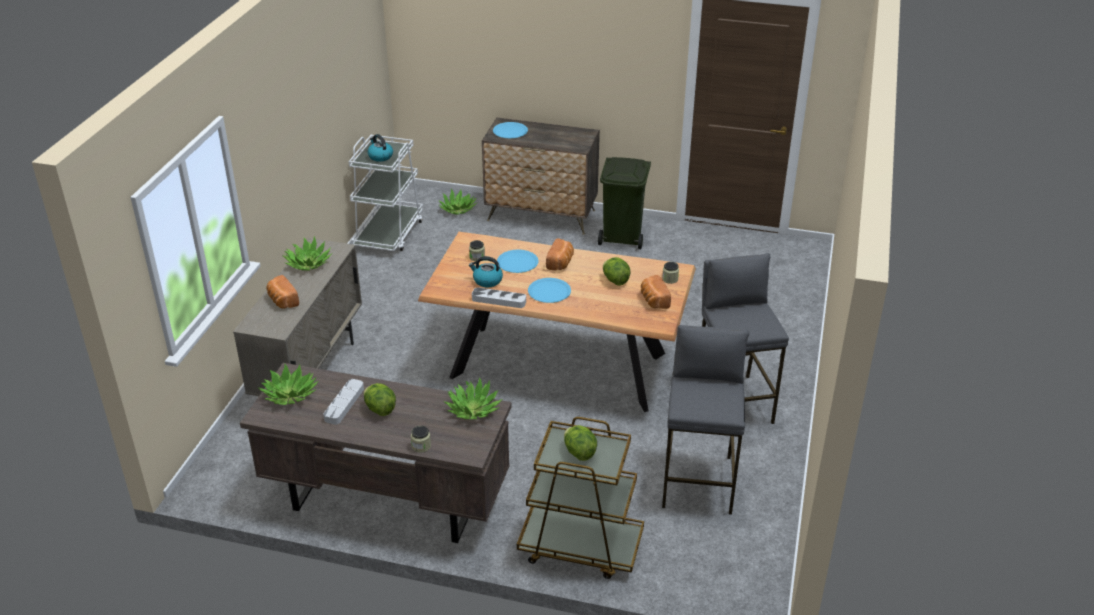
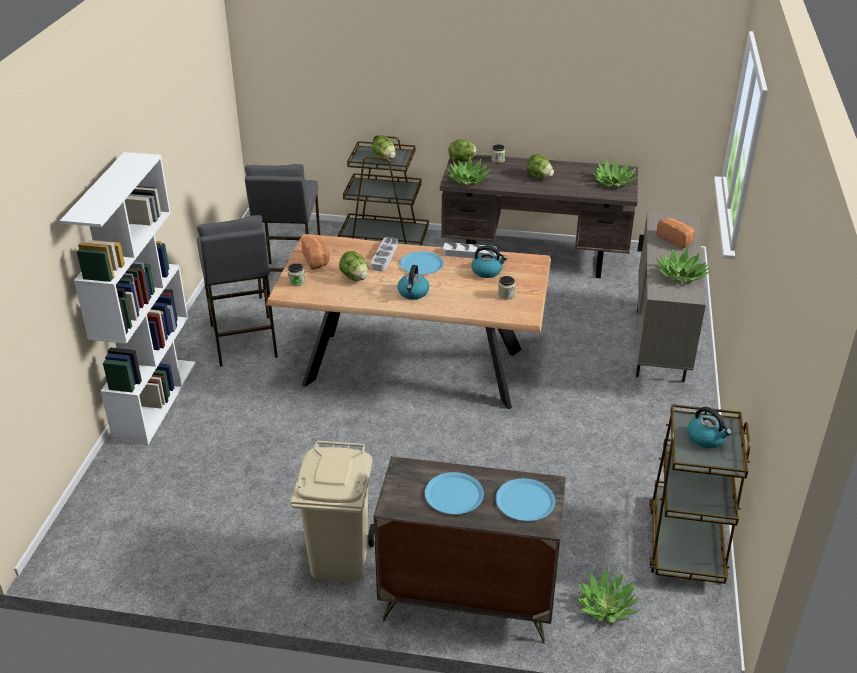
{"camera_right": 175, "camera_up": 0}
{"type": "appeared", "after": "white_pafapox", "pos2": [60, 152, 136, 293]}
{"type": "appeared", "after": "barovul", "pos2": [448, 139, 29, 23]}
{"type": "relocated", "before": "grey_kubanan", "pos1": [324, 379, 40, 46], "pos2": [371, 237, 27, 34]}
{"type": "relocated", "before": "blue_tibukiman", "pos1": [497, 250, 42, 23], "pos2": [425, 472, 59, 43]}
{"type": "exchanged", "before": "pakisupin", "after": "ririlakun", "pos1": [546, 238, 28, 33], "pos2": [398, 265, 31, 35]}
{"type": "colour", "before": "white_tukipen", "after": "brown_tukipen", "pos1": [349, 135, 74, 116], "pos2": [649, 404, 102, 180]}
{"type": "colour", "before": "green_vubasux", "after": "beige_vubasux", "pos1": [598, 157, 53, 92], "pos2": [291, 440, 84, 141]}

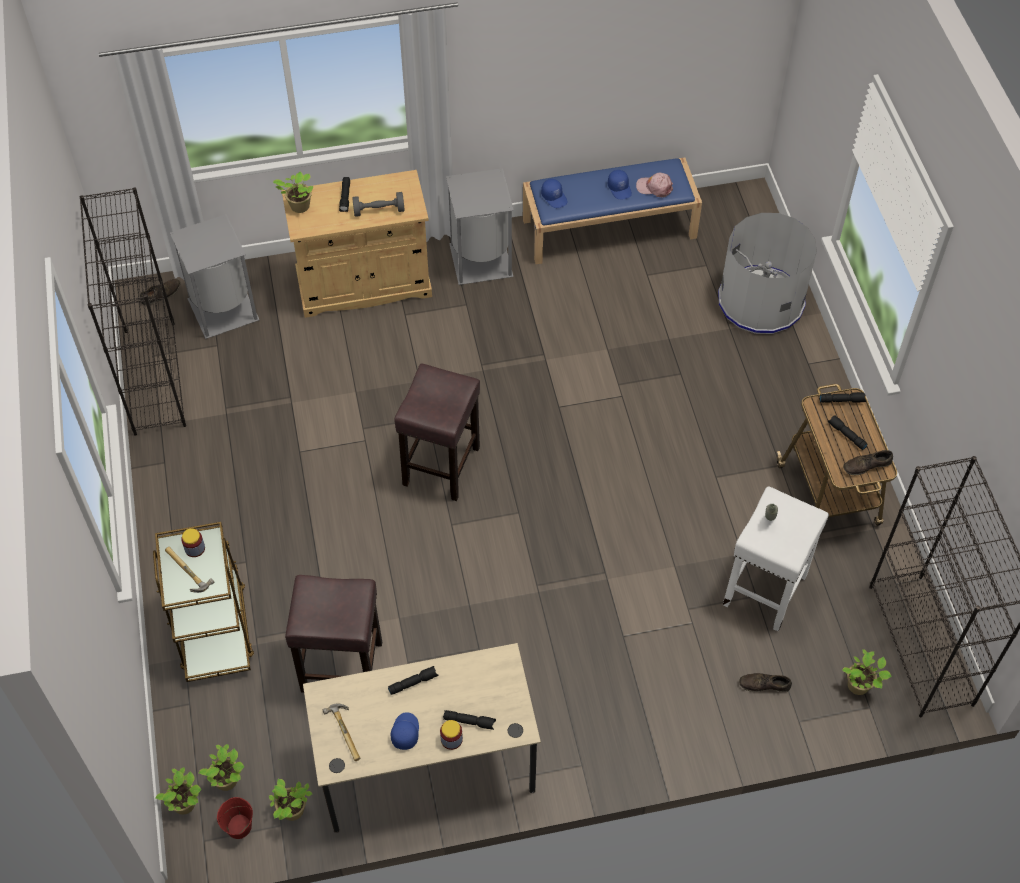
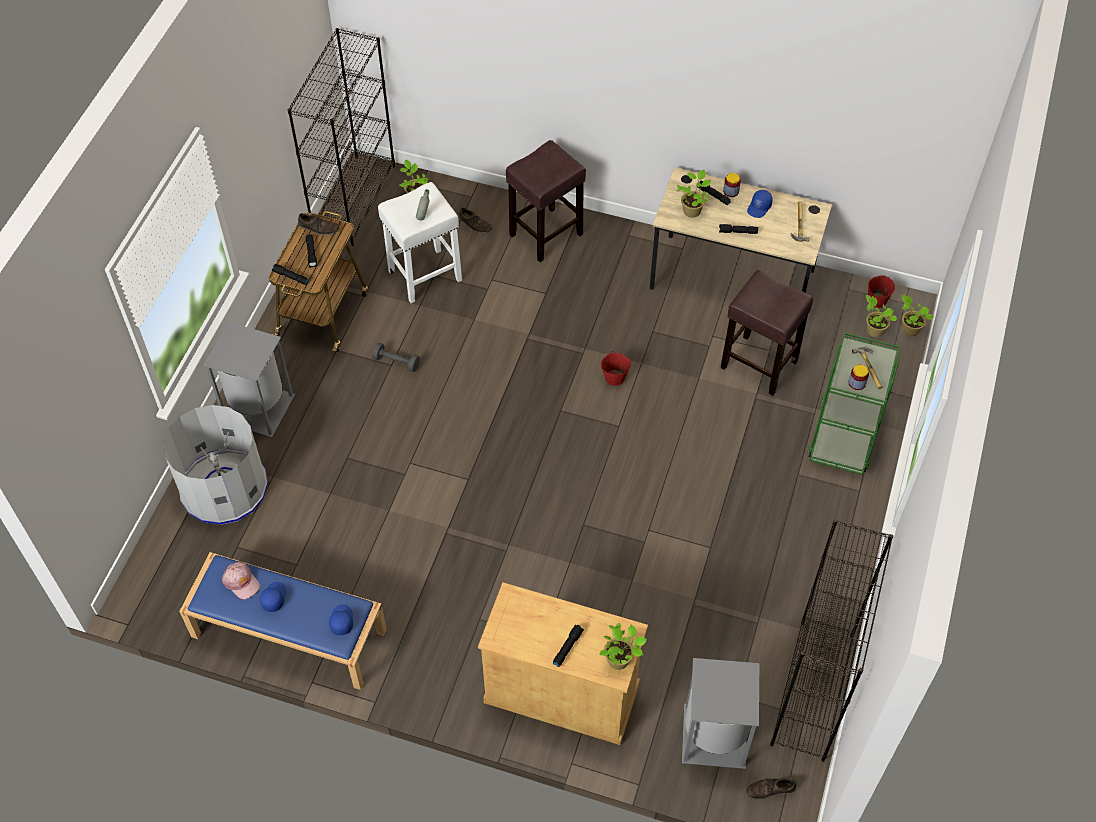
{"camera_right": -150, "camera_up": 0}
{"type": "appeared", "after": "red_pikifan", "pos2": [601, 352, 30, 34]}
{"type": "relocated", "before": "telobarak", "pos1": [269, 779, 43, 42], "pos2": [676, 170, 35, 48]}
{"type": "relocated", "before": "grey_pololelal", "pos1": [352, 192, 53, 25], "pos2": [372, 343, 48, 29]}
{"type": "relocated", "before": "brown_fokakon", "pos1": [394, 364, 86, 137], "pos2": [506, 140, 80, 122]}
{"type": "relocated", "before": "grey_vubasux", "pos1": [446, 168, 68, 117], "pos2": [203, 322, 92, 115]}
{"type": "colour", "before": "brown_tukipen", "after": "green_tukipen", "pos1": [153, 522, 101, 160], "pos2": [808, 332, 92, 143]}

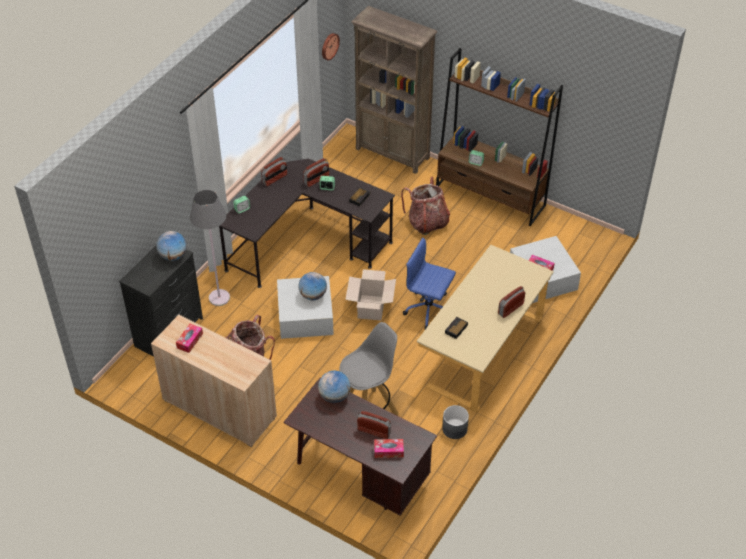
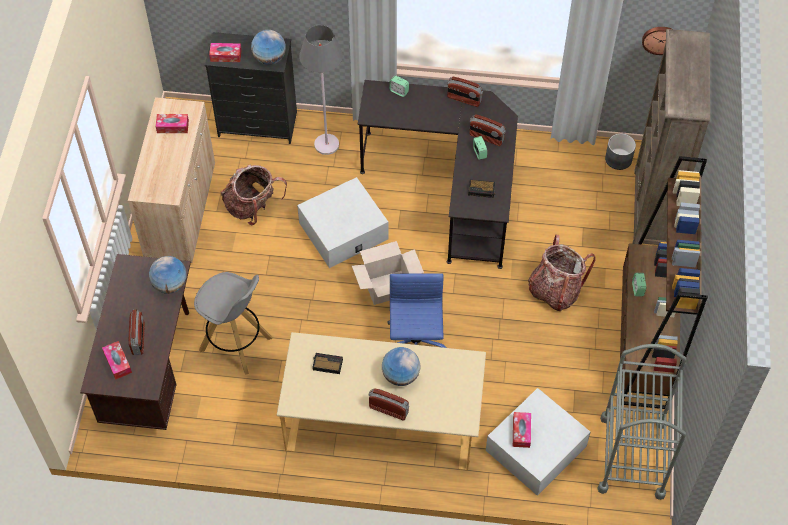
{"camera_right": 65, "camera_up": 10}
{"type": "appeared", "after": "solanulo", "pos2": [209, 43, 33, 19]}
{"type": "appeared", "after": "grey_tukipen", "pos2": [597, 344, 90, 156]}
{"type": "relocated", "before": "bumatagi", "pos1": [298, 272, 29, 28], "pos2": [382, 347, 38, 39]}
{"type": "relocated", "before": "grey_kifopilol", "pos1": [442, 405, 27, 34], "pos2": [605, 133, 31, 37]}

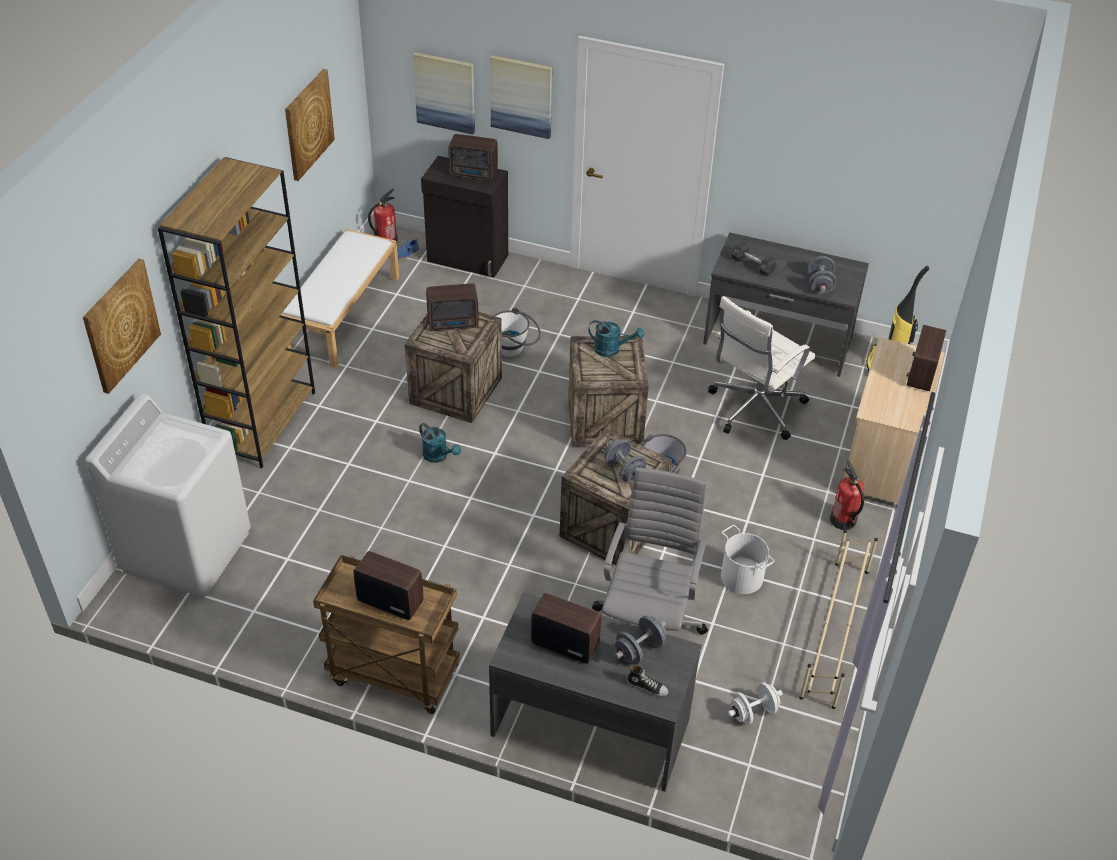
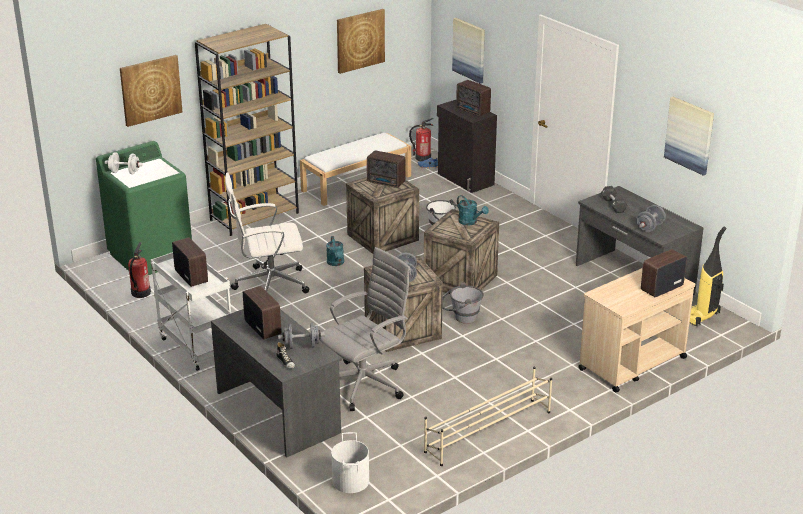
{"camera_right": 35, "camera_up": -15}
{"type": "relocated", "before": "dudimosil", "pos1": [490, 55, 62, 84], "pos2": [664, 97, 50, 79]}
{"type": "relocated", "before": "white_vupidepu", "pos1": [708, 296, 108, 144], "pos2": [225, 172, 84, 121]}
{"type": "relocated", "before": "white_pikifan", "pos1": [721, 525, 54, 69], "pos2": [331, 432, 38, 61]}
{"type": "relocated", "before": "white_pololelal", "pos1": [728, 682, 55, 43], "pos2": [105, 152, 38, 22]}
{"type": "relocated", "before": "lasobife", "pos1": [830, 459, 34, 71], "pos2": [128, 242, 23, 56]}
{"type": "colour", "before": "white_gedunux", "after": "green_gedunux", "pos1": [85, 393, 166, 204], "pos2": [96, 141, 96, 134]}
{"type": "colour", "before": "brown_tukipen", "after": "white_tukipen", "pos1": [313, 555, 147, 159], "pos2": [150, 252, 81, 119]}

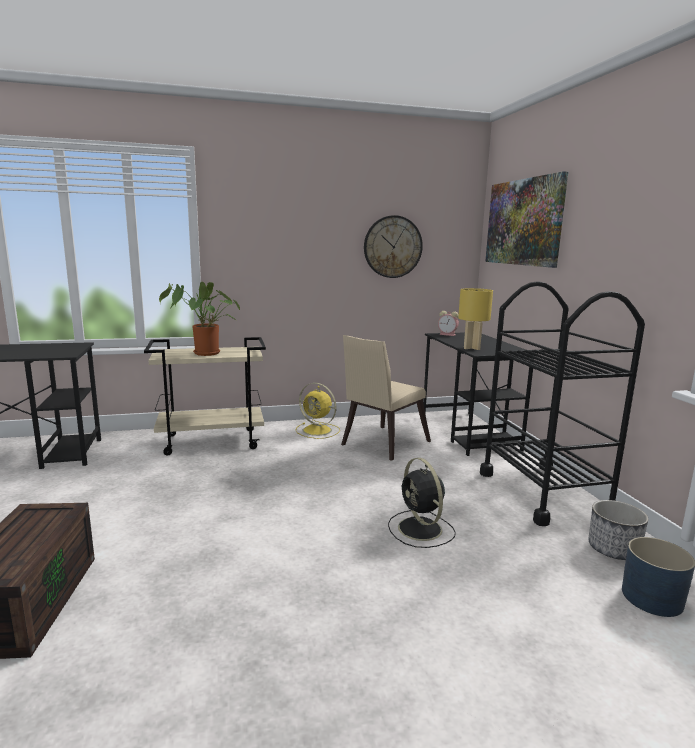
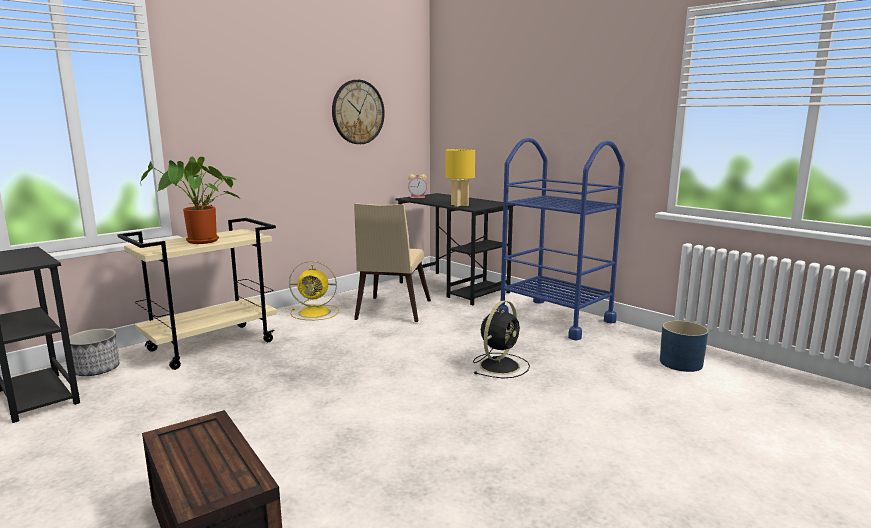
{"camera_right": -30, "camera_up": 0}
{"type": "missing", "before": "dudimosil", "pos1": [485, 171, 83, 97]}
{"type": "relocated", "before": "kifopilol", "pos1": [588, 500, 60, 60], "pos2": [69, 328, 50, 48]}
{"type": "colour", "before": "black_tukipen", "after": "blue_tukipen", "pos1": [480, 281, 165, 245], "pos2": [496, 138, 129, 203]}
{"type": "spun", "before": "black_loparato", "pos1": [388, 458, 67, 90], "pos2": [473, 301, 57, 77], "turn": -90}

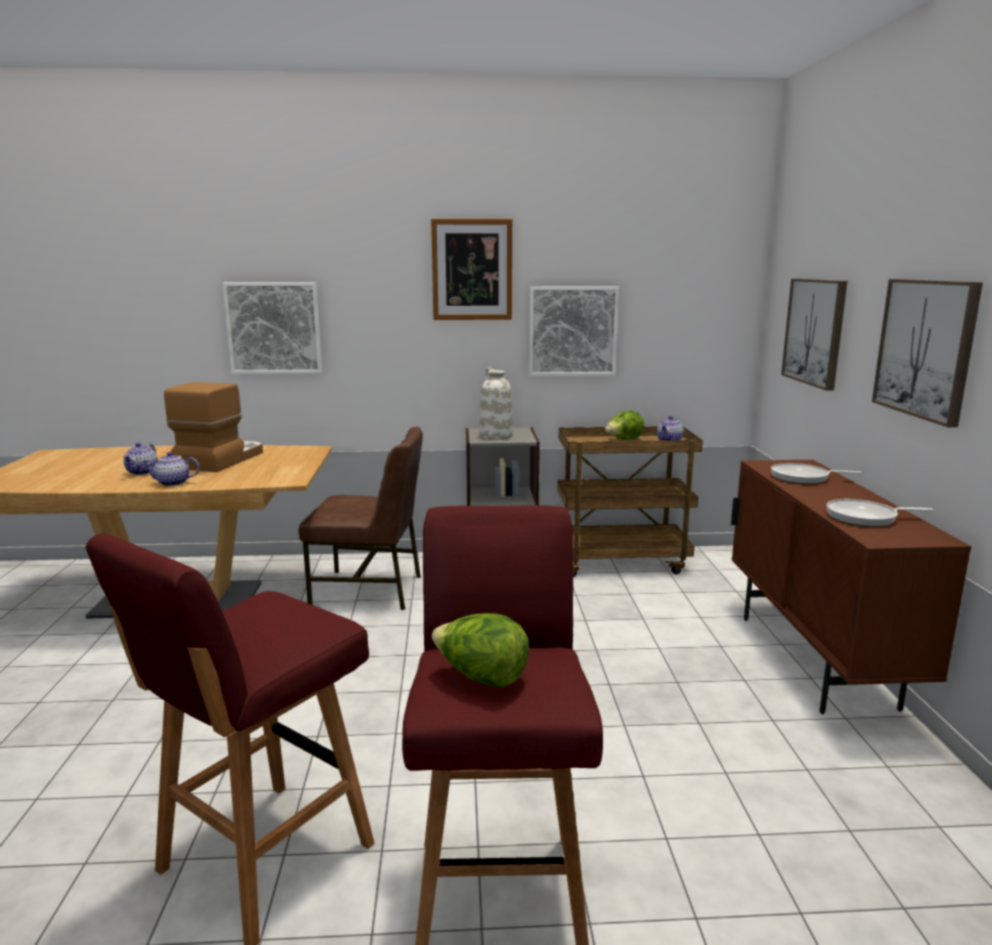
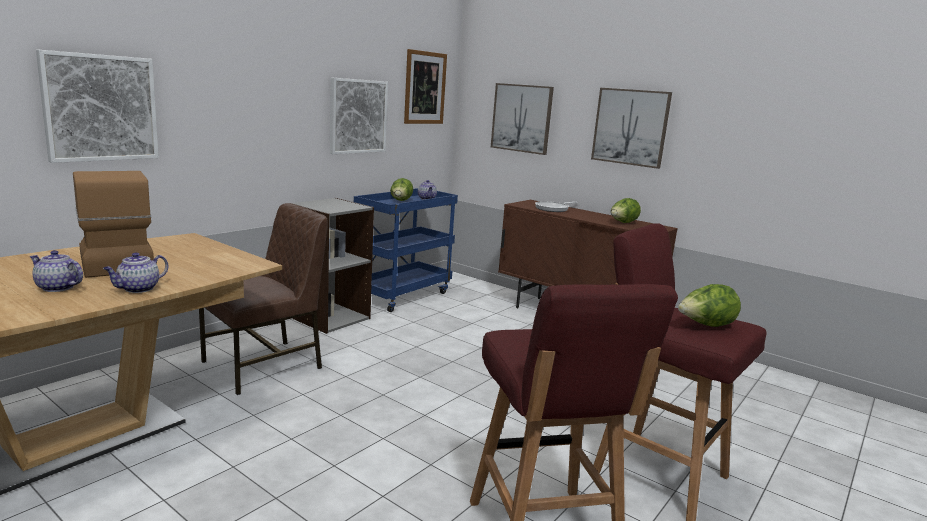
{"camera_right": -50, "camera_up": 0}
{"type": "missing", "before": "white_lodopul", "pos1": [480, 367, 33, 73]}
{"type": "relocated", "before": "dudimosil", "pos1": [431, 219, 81, 101], "pos2": [404, 49, 43, 75]}
{"type": "exchanged", "before": "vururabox", "after": "barovul", "pos1": [826, 499, 107, 28], "pos2": [611, 198, 30, 25]}
{"type": "colour", "before": "brown_tukipen", "after": "blue_tukipen", "pos1": [557, 426, 146, 151], "pos2": [354, 188, 104, 124]}
{"type": "spun", "before": "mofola", "pos1": [123, 443, 35, 32], "pos2": [29, 250, 54, 42], "turn": 150}

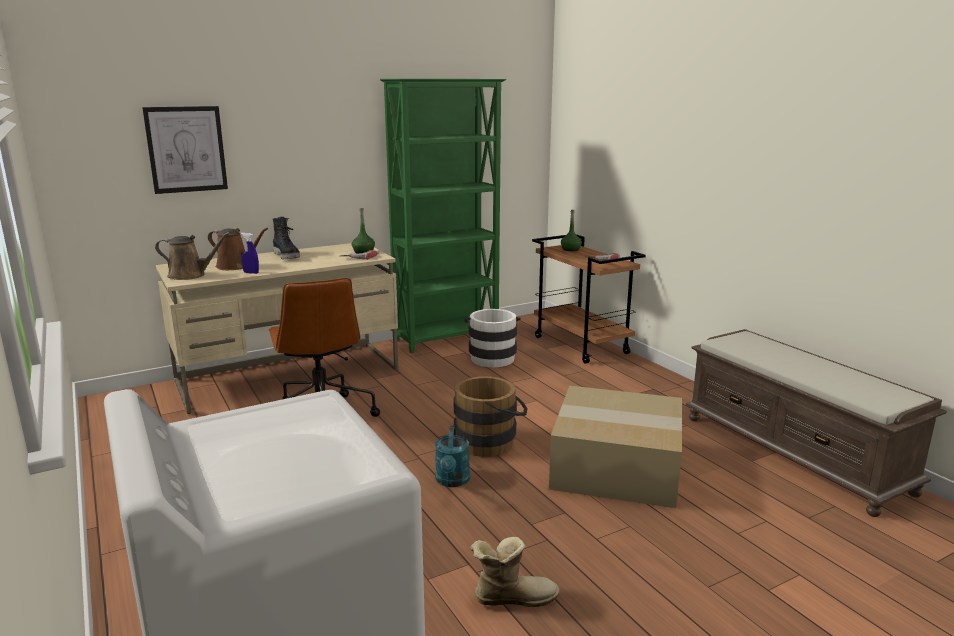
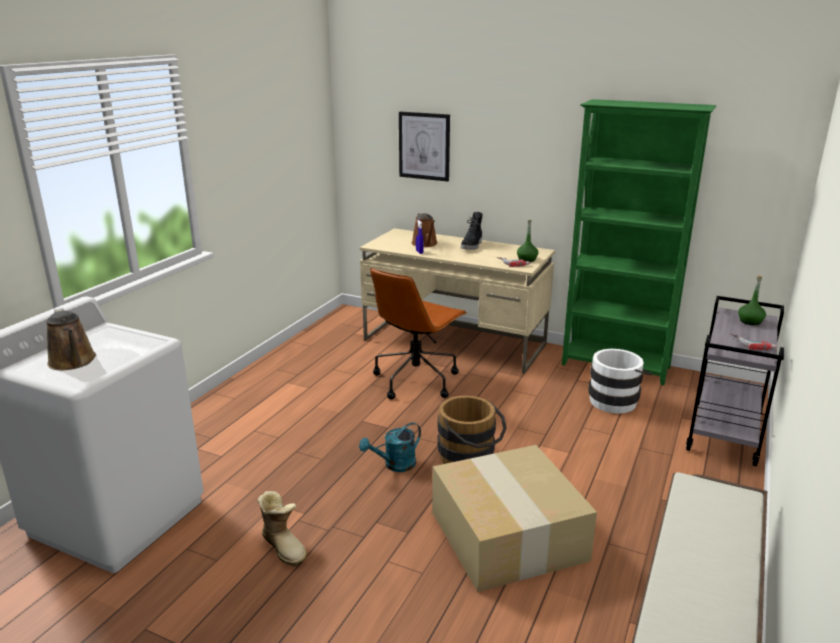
{"camera_right": 55, "camera_up": 5}
{"type": "relocated", "before": "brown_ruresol", "pos1": [155, 232, 75, 48], "pos2": [46, 308, 50, 62]}
{"type": "colour", "before": "brown_tukipen", "after": "grey_tukipen", "pos1": [532, 234, 114, 130], "pos2": [686, 296, 98, 170]}

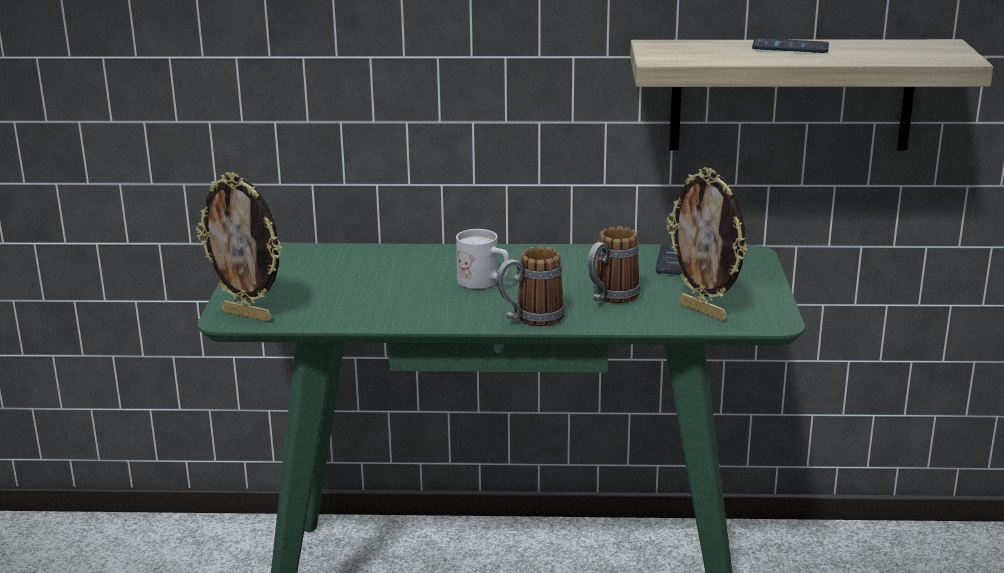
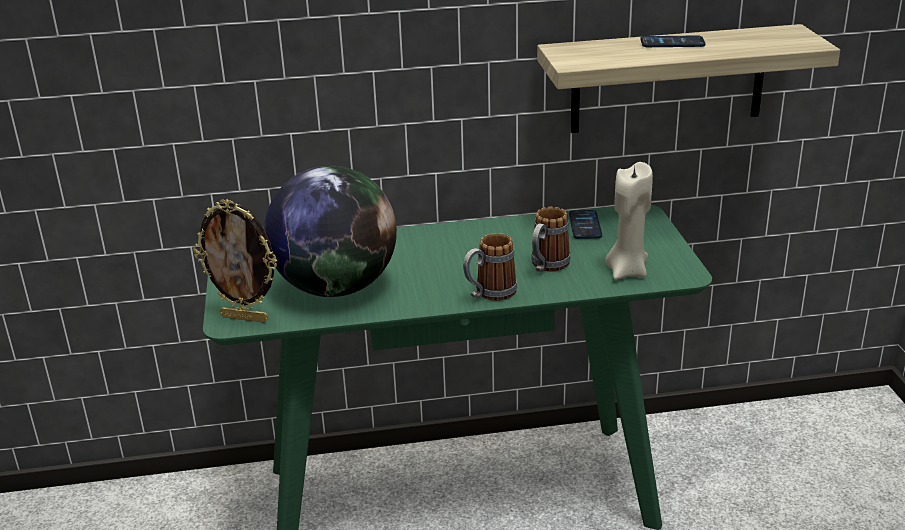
{"camera_right": -10, "camera_up": 5}
{"type": "missing", "before": "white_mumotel", "pos1": [456, 229, 54, 60]}
{"type": "appeared", "after": "bumatagi", "pos2": [264, 165, 133, 132]}
{"type": "exchanged", "before": "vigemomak", "after": "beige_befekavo", "pos1": [667, 167, 80, 154], "pos2": [605, 162, 48, 118]}

